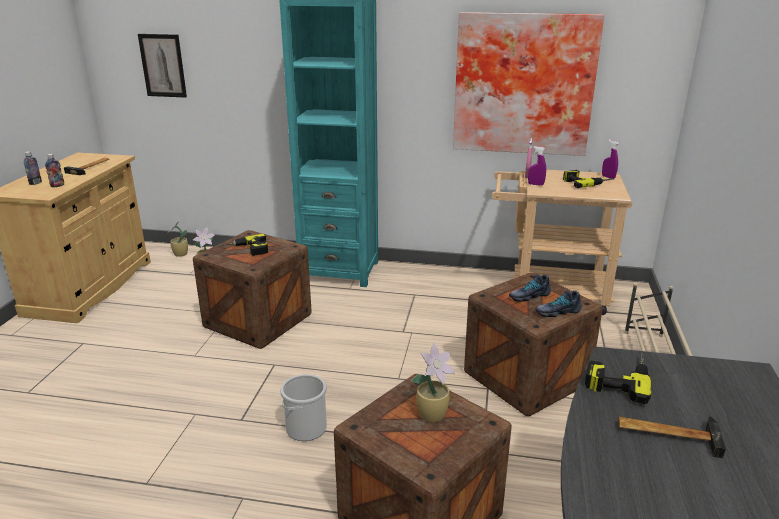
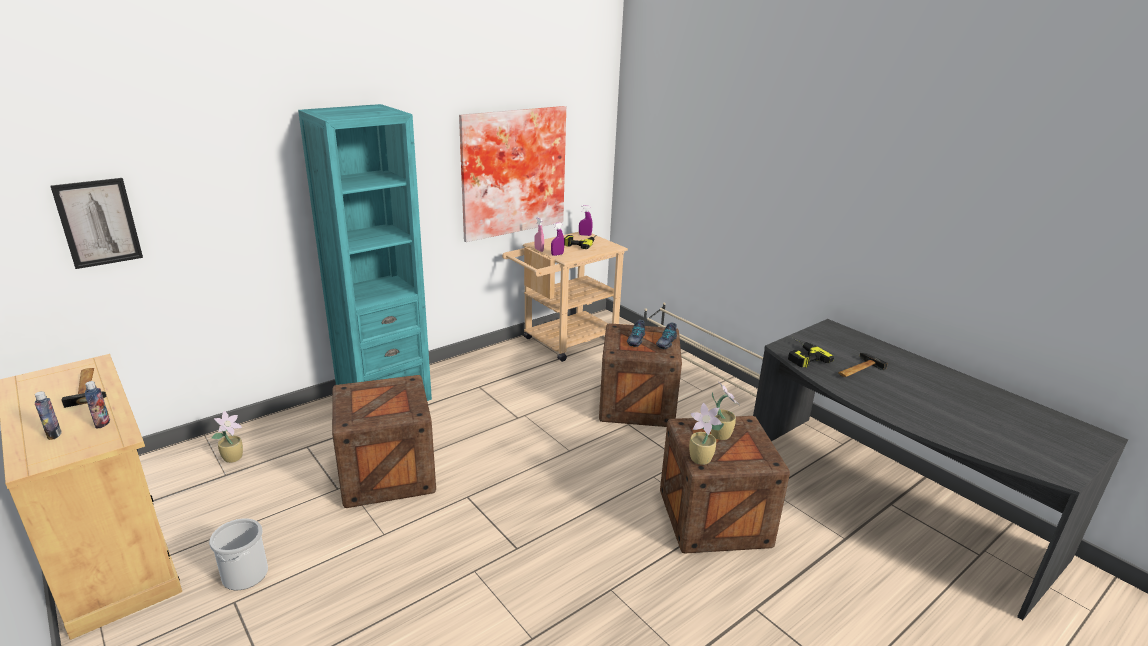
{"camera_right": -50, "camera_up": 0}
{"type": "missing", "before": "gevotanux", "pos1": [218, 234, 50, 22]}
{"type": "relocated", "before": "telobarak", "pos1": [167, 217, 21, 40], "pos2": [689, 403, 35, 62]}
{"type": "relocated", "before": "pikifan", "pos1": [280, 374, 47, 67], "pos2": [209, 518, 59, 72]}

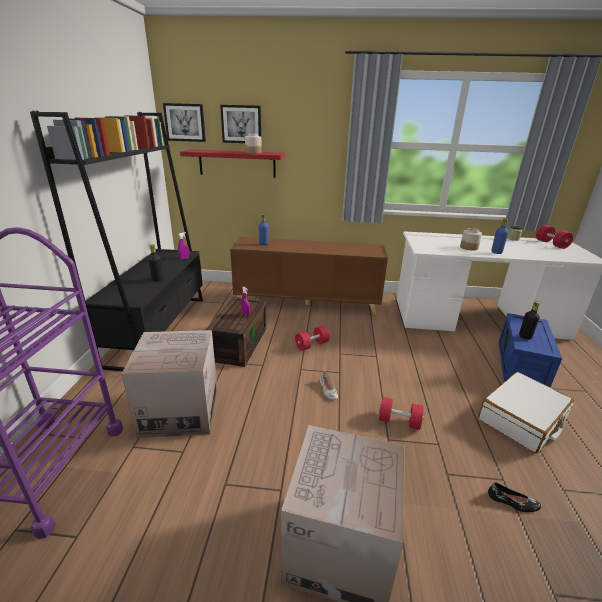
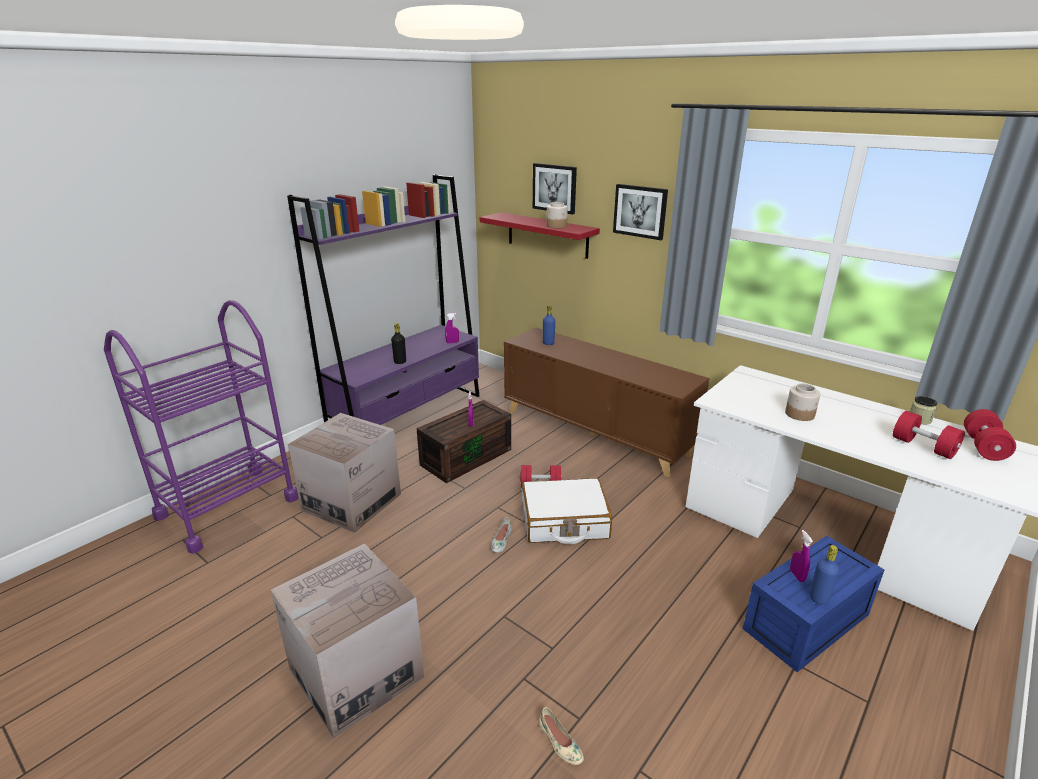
{"camera_right": 35, "camera_up": 0}
{"type": "relocated", "before": "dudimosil", "pos1": [163, 103, 43, 39], "pos2": [613, 184, 55, 56]}
{"type": "relocated", "before": "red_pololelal", "pos1": [379, 397, 45, 33], "pos2": [893, 411, 72, 48]}
{"type": "relocated", "before": "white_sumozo", "pos1": [478, 372, 96, 81], "pos2": [522, 478, 90, 66]}
{"type": "relocated", "before": "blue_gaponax", "pos1": [491, 218, 18, 36], "pos2": [810, 545, 29, 60]}
{"type": "exchanged", "before": "black_gaponax", "after": "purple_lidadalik", "pos1": [519, 302, 21, 38], "pos2": [790, 530, 23, 52]}
{"type": "colour", "before": "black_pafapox", "after": "purple_pafapox", "pos1": [30, 111, 173, 260], "pos2": [287, 174, 192, 251]}
{"type": "colour", "before": "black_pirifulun", "after": "beige_pirifulun", "pos1": [488, 482, 53, 30], "pos2": [539, 707, 45, 58]}

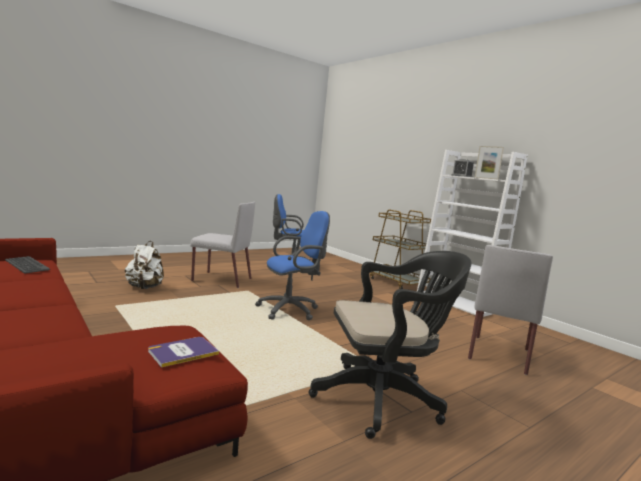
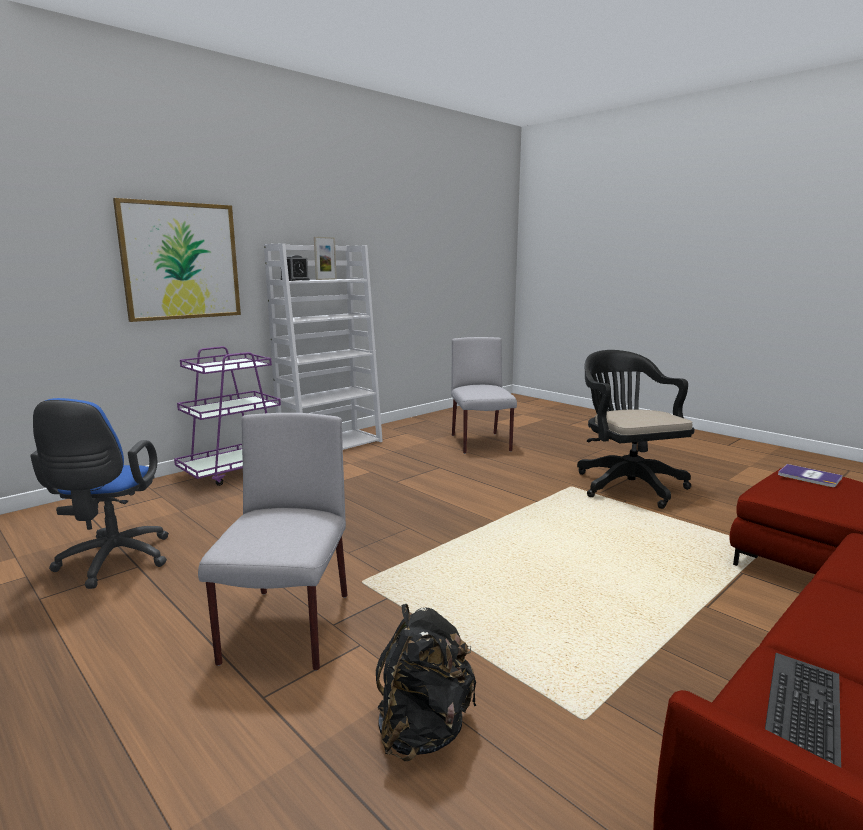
{"camera_right": -95, "camera_up": 5}
{"type": "missing", "before": "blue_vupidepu", "pos1": [255, 211, 75, 109]}
{"type": "appeared", "after": "dudimosil", "pos2": [113, 198, 128, 124]}
{"type": "colour", "before": "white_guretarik", "after": "black_guretarik", "pos1": [125, 241, 39, 48], "pos2": [376, 604, 101, 157]}
{"type": "colour", "before": "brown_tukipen", "after": "purple_tukipen", "pos1": [370, 210, 61, 79], "pos2": [174, 346, 107, 140]}
{"type": "spun", "before": "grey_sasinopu", "pos1": [468, 245, 85, 130], "pos2": [451, 337, 66, 117], "turn": -120}

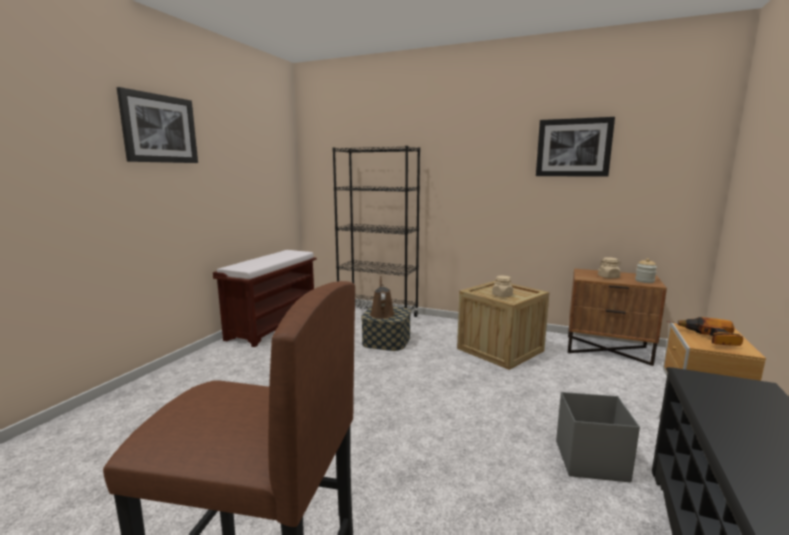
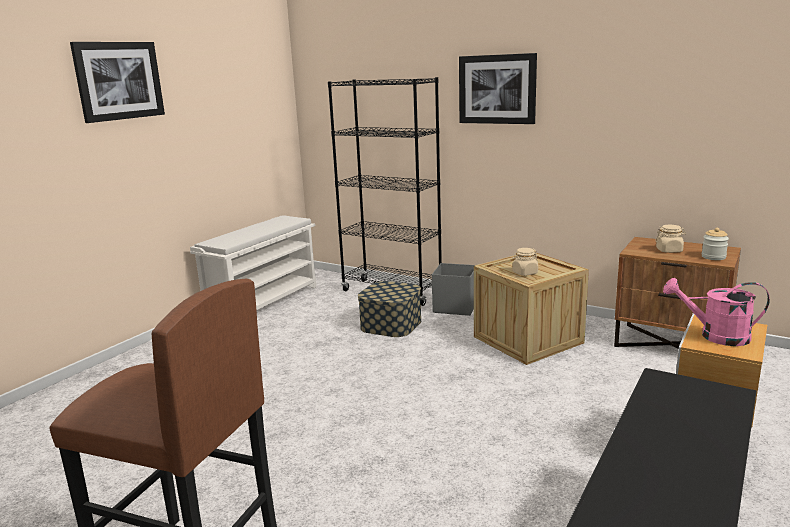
{"camera_right": 10, "camera_up": 5}
{"type": "missing", "before": "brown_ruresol", "pos1": [370, 276, 24, 43]}
{"type": "relocated", "before": "dudimosil", "pos1": [536, 117, 79, 60], "pos2": [459, 53, 78, 71]}
{"type": "relocated", "before": "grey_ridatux", "pos1": [556, 392, 84, 90], "pos2": [432, 263, 43, 53]}
{"type": "exchanged", "before": "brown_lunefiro", "after": "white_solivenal", "pos1": [213, 250, 104, 97], "pos2": [190, 215, 126, 95]}
{"type": "exchanged", "before": "gevotanux", "after": "pink_ruresol", "pos1": [666, 317, 77, 29], "pos2": [663, 278, 107, 68]}

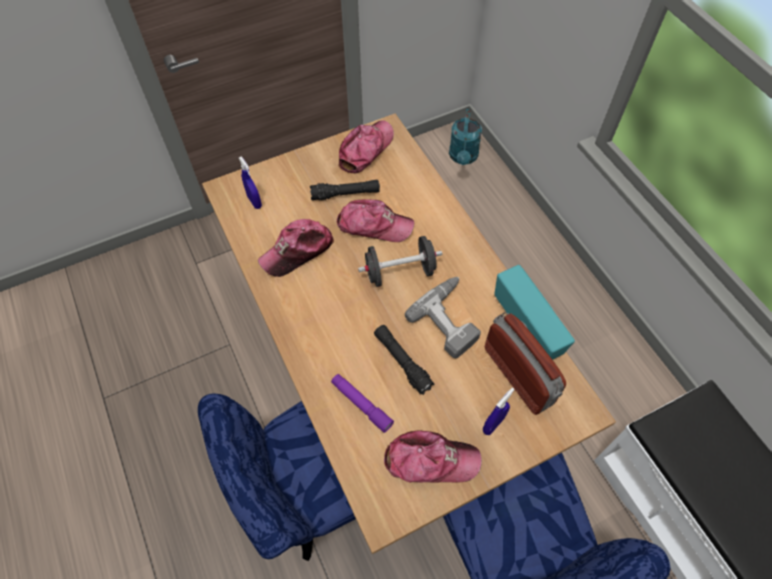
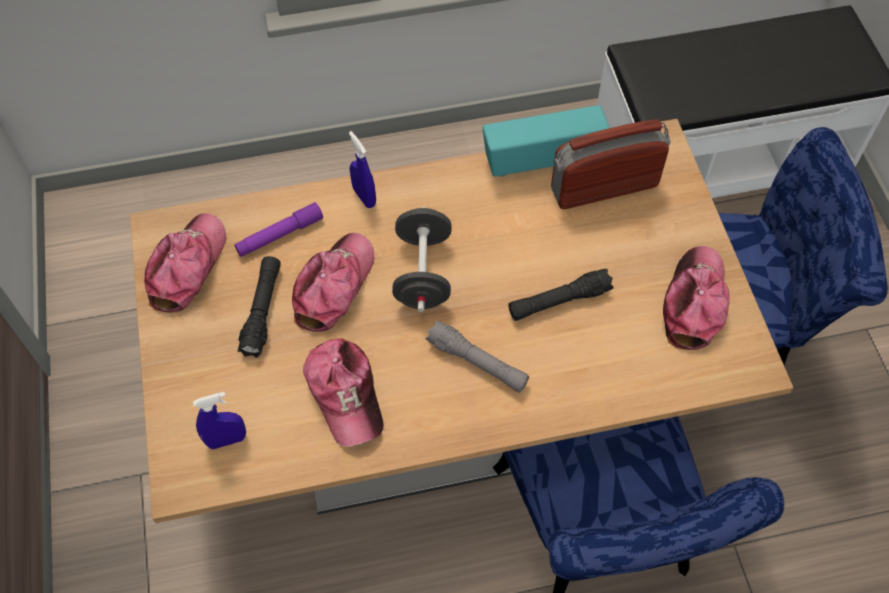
{"camera_right": -75, "camera_up": 0}
{"type": "missing", "before": "gevotanux", "pos1": [405, 277, 76, 81]}
{"type": "missing", "before": "turquoise_ruresol", "pos1": [449, 109, 33, 56]}
{"type": "appeared", "after": "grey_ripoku", "pos2": [425, 321, 104, 72]}
{"type": "relocated", "before": "purple_ripoku", "pos1": [331, 374, 63, 59], "pos2": [234, 202, 89, 55]}
{"type": "relocated", "before": "blue_lidadalik", "pos1": [483, 388, 32, 47], "pos2": [349, 131, 27, 77]}
{"type": "spun", "before": "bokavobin", "pos1": [338, 120, 56, 53], "pos2": [144, 213, 82, 99], "turn": 60}

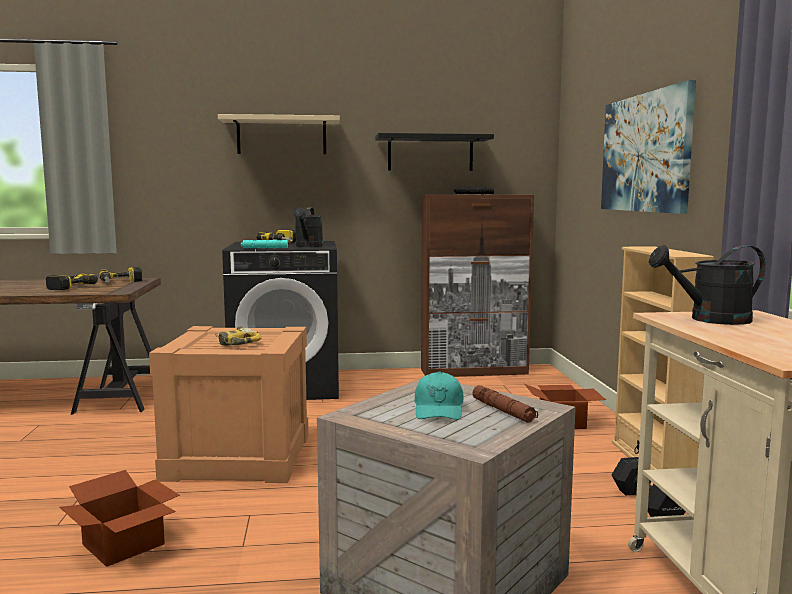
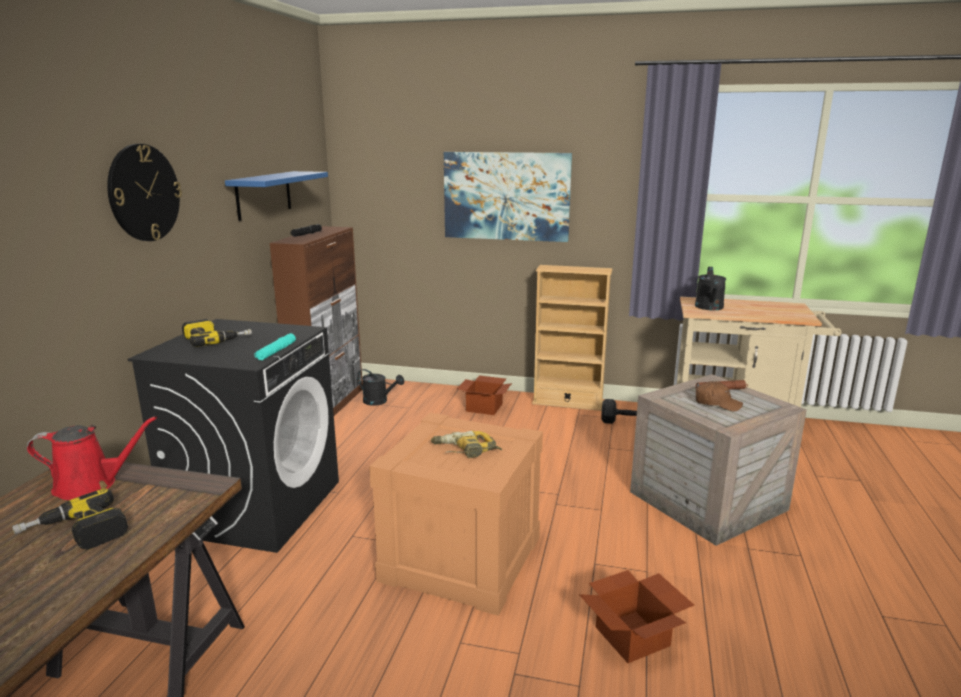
{"camera_right": -70, "camera_up": 10}
{"type": "relocated", "before": "black_ruresol", "pos1": [293, 207, 30, 40], "pos2": [357, 369, 47, 37]}
{"type": "exchanged", "before": "gevotanux", "after": "red_ruresol", "pos1": [98, 267, 44, 16], "pos2": [26, 416, 131, 84]}
{"type": "exchanged", "before": "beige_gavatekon", "after": "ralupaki", "pos1": [218, 114, 122, 40], "pos2": [107, 144, 75, 97]}
{"type": "colour", "before": "black_gavatekon", "after": "blue_gavatekon", "pos1": [375, 133, 119, 38], "pos2": [225, 171, 103, 50]}
{"type": "colour", "before": "turquoise_bokavobin", "after": "brown_bokavobin", "pos1": [414, 371, 49, 49], "pos2": [696, 382, 47, 30]}

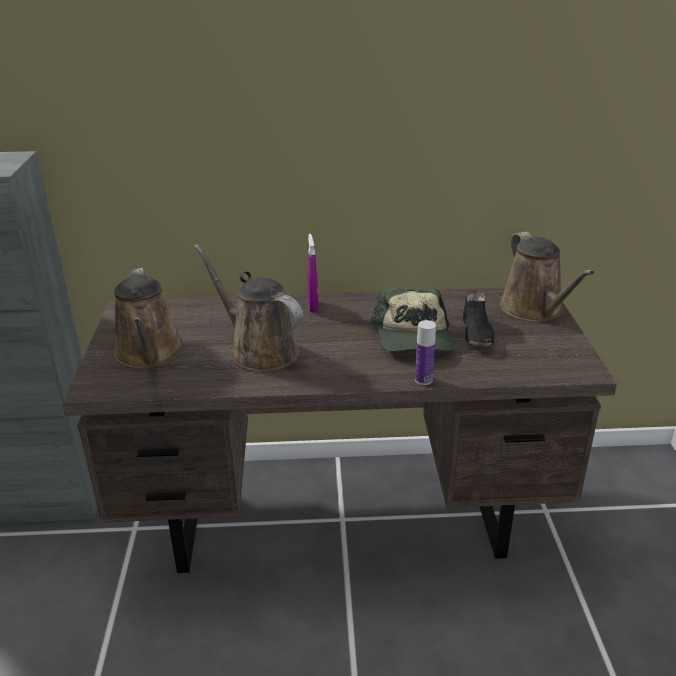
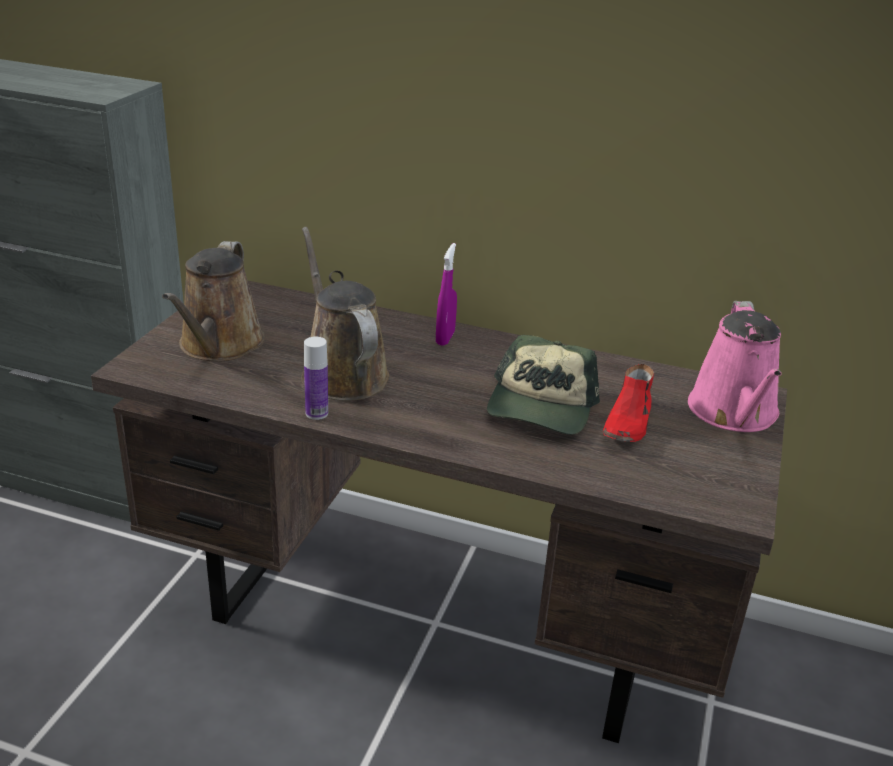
{"camera_right": 20, "camera_up": 0}
{"type": "relocated", "before": "gaponax", "pos1": [415, 320, 21, 65], "pos2": [304, 337, 24, 83]}
{"type": "colour", "before": "black_pirifulun", "after": "red_pirifulun", "pos1": [463, 290, 31, 56], "pos2": [603, 364, 51, 78]}
{"type": "colour", "before": "brown_ruresol", "after": "pink_ruresol", "pos1": [500, 232, 94, 90], "pos2": [688, 301, 93, 131]}

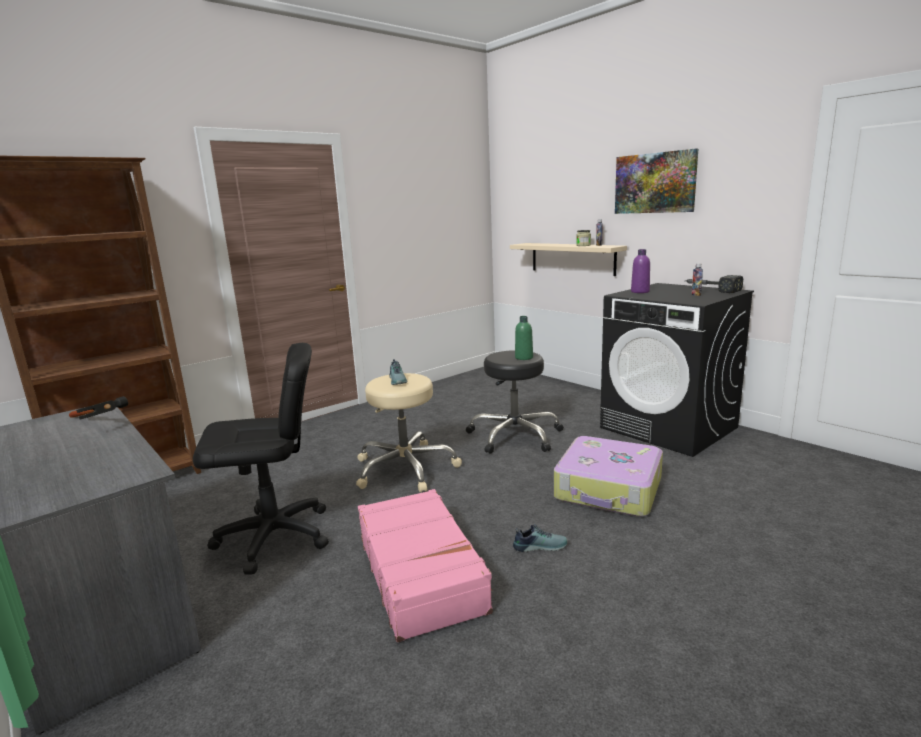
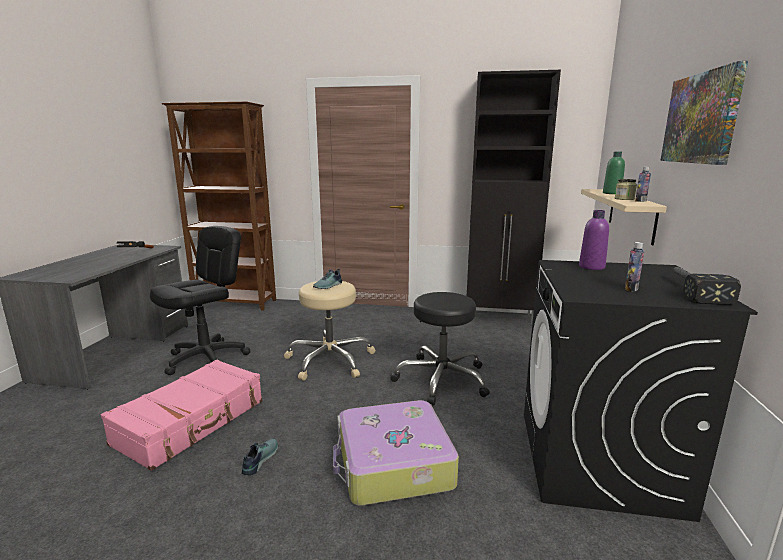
{"camera_right": 50, "camera_up": 0}
{"type": "appeared", "after": "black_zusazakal", "pos2": [467, 70, 94, 254]}
{"type": "relocated", "before": "green_gaponax", "pos1": [515, 316, 18, 44], "pos2": [603, 151, 22, 43]}
{"type": "spun", "before": "black_vupidepu", "pos1": [193, 343, 136, 232], "pos2": [150, 226, 100, 149], "turn": -90}
{"type": "spun", "before": "pirifulun", "pos1": [513, 524, 55, 28], "pos2": [242, 439, 36, 36], "turn": -120}

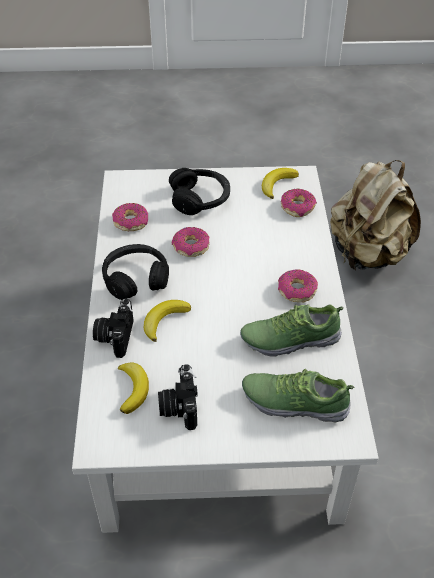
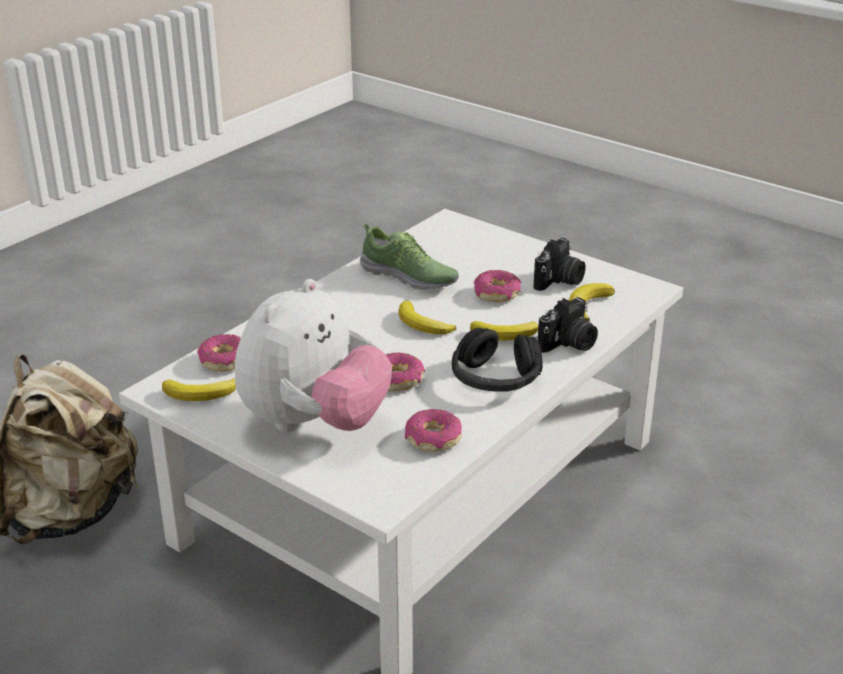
{"camera_right": -140, "camera_up": -15}
{"type": "missing", "before": "pirifulun", "pos1": [242, 369, 112, 54]}
{"type": "appeared", "after": "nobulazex", "pos2": [399, 301, 57, 34]}
{"type": "relocated", "before": "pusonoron", "pos1": [278, 269, 40, 33], "pos2": [474, 270, 47, 32]}
{"type": "exchanged", "before": "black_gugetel", "after": "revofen", "pos1": [169, 168, 61, 47], "pos2": [235, 279, 157, 153]}

